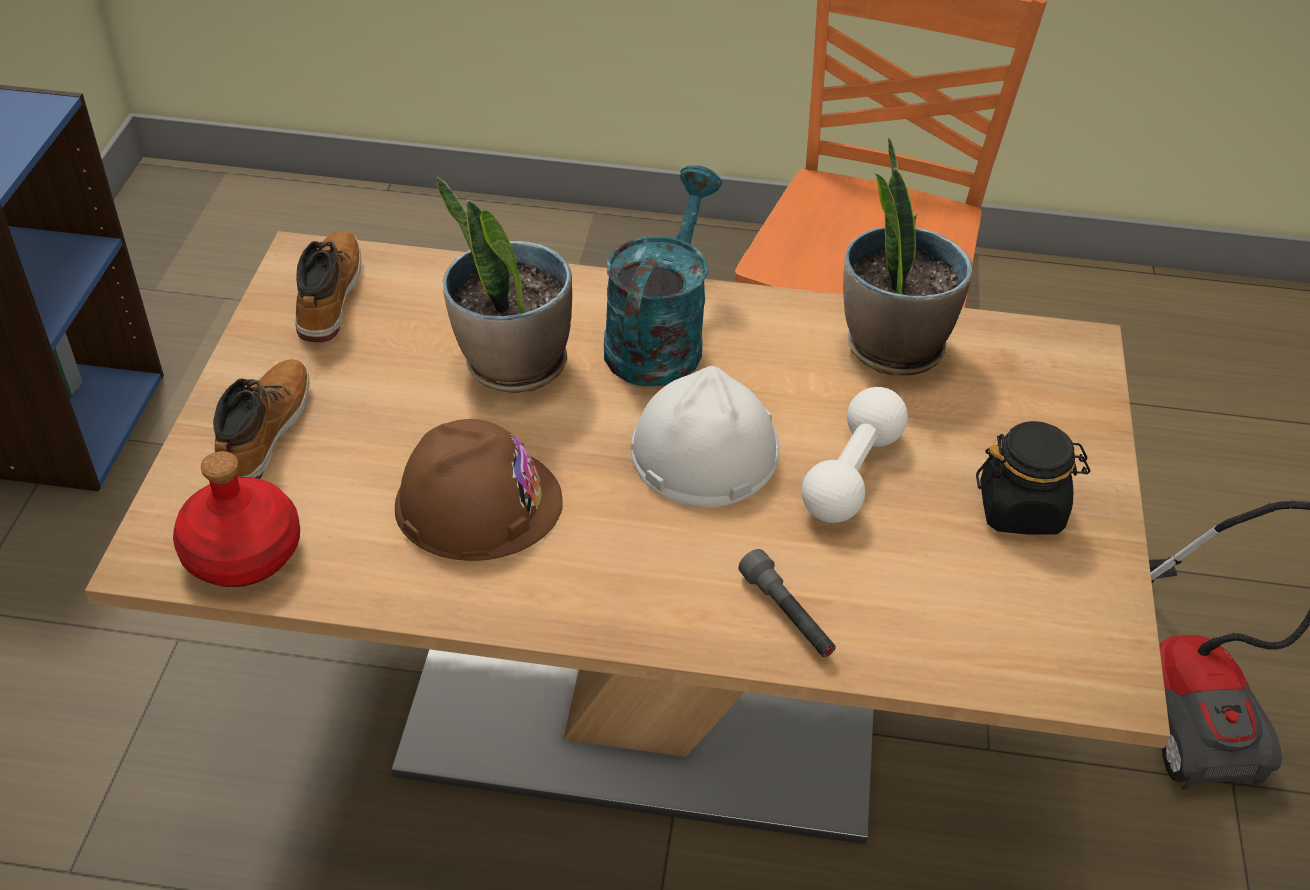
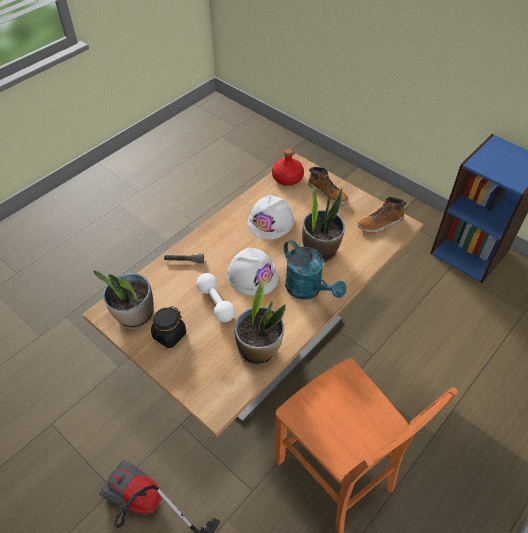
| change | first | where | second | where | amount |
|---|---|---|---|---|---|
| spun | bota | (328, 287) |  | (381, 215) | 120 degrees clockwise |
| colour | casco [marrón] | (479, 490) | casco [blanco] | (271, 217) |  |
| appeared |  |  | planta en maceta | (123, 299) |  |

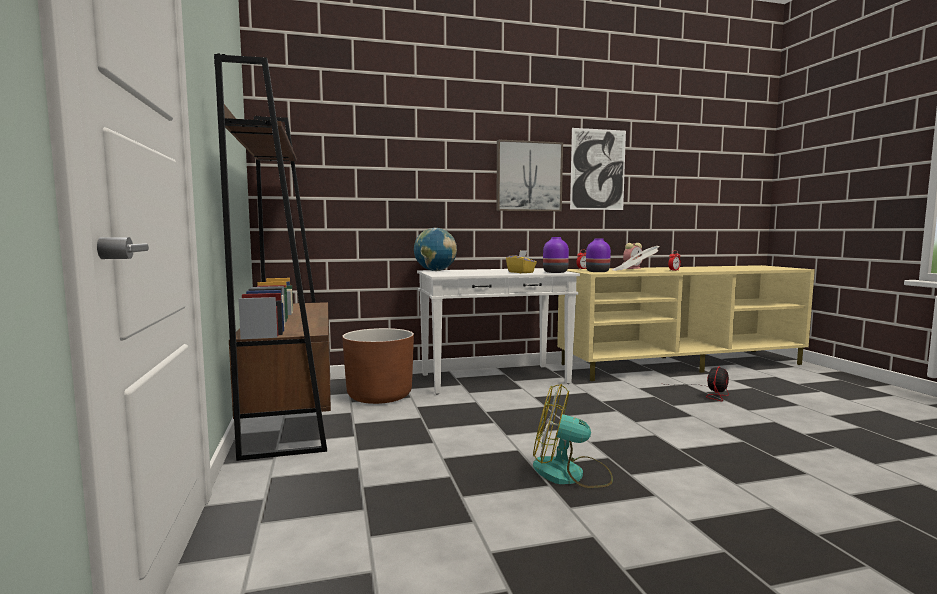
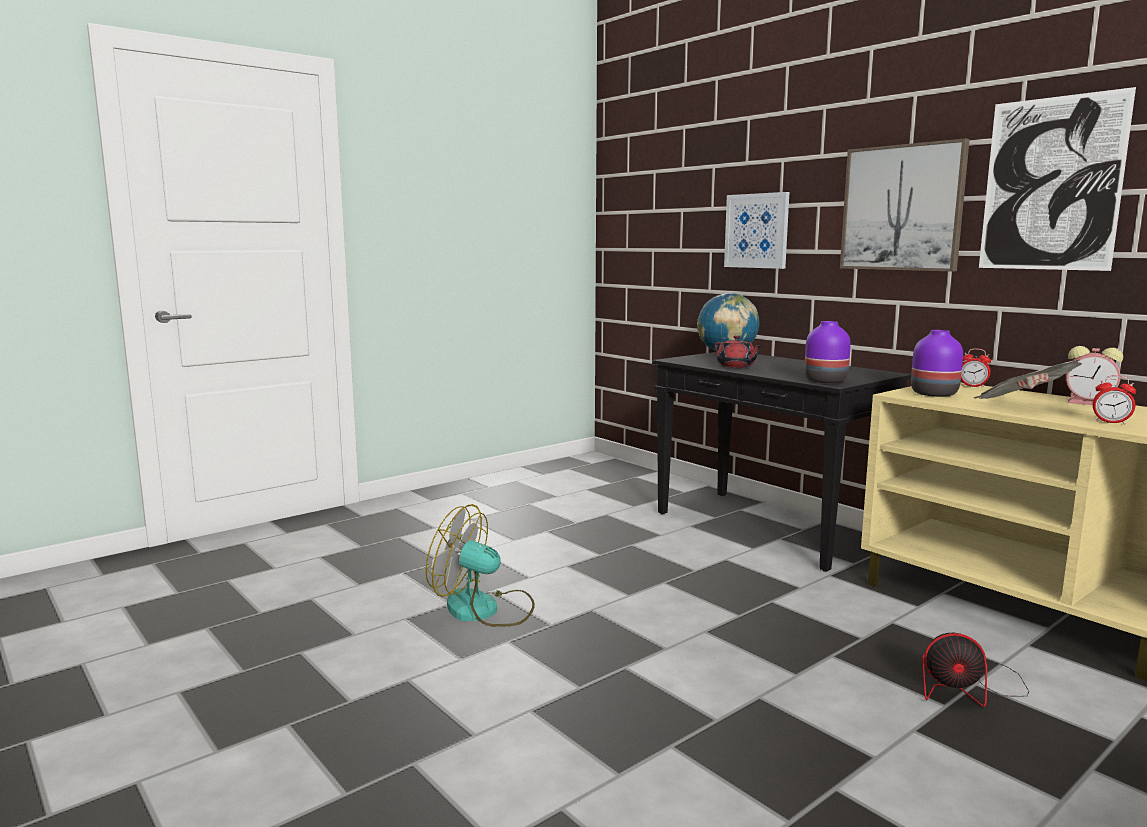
| change | first | where | second | where | amount |
|---|---|---|---|---|---|
| missing | estantería [marrón] | (272, 257) |  |  |  |
| missing | caja de pañuelos [amarillo] | (521, 261) |  |  |  |
| colour | mesa consola [blanco] | (498, 331) | mesa consola [negro] | (781, 462) |  |
| missing | maceta [marrón] | (378, 366) |  |  |  |
| spun | ventilador | (573, 436) |  | (480, 565) | 60 degrees counterclockwise |
| appeared |  |  | cuadro | (756, 230) |  |
| appeared |  |  | tetera [rojo] | (738, 351) |  |

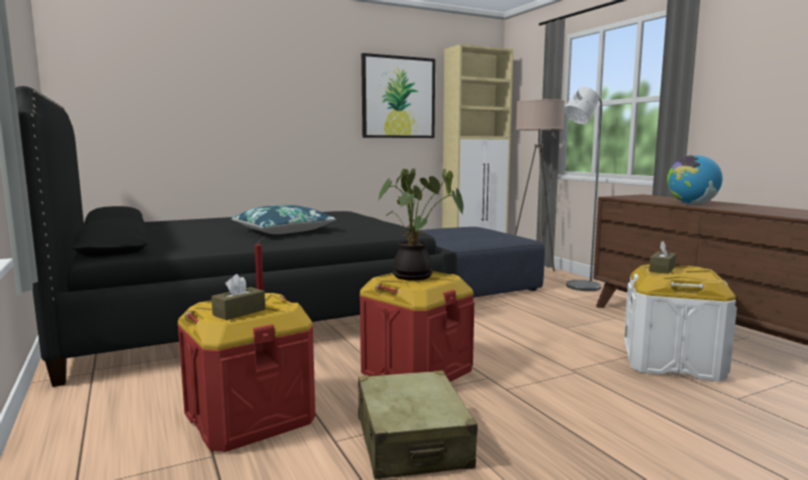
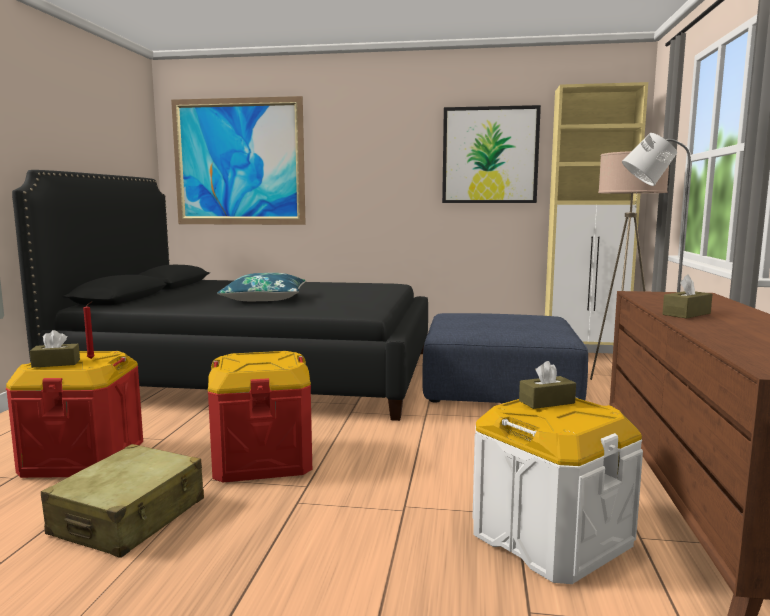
| change | first | where | second | where | amount |
|---|---|---|---|---|---|
| exchanged | globo terráqueo | (695, 180) | caja de pañuelos [marrón] | (687, 296) |  |
| missing | planta en maceta | (420, 224) |  |  |  |
| appeared |  |  | cuadro | (238, 160) |  |

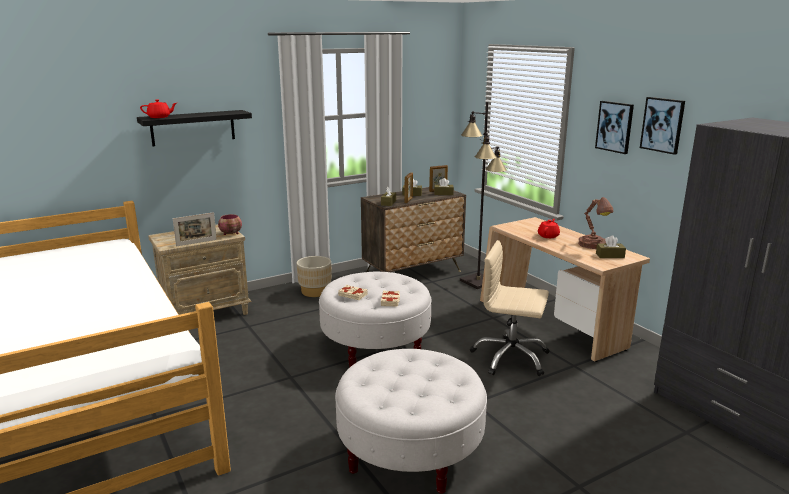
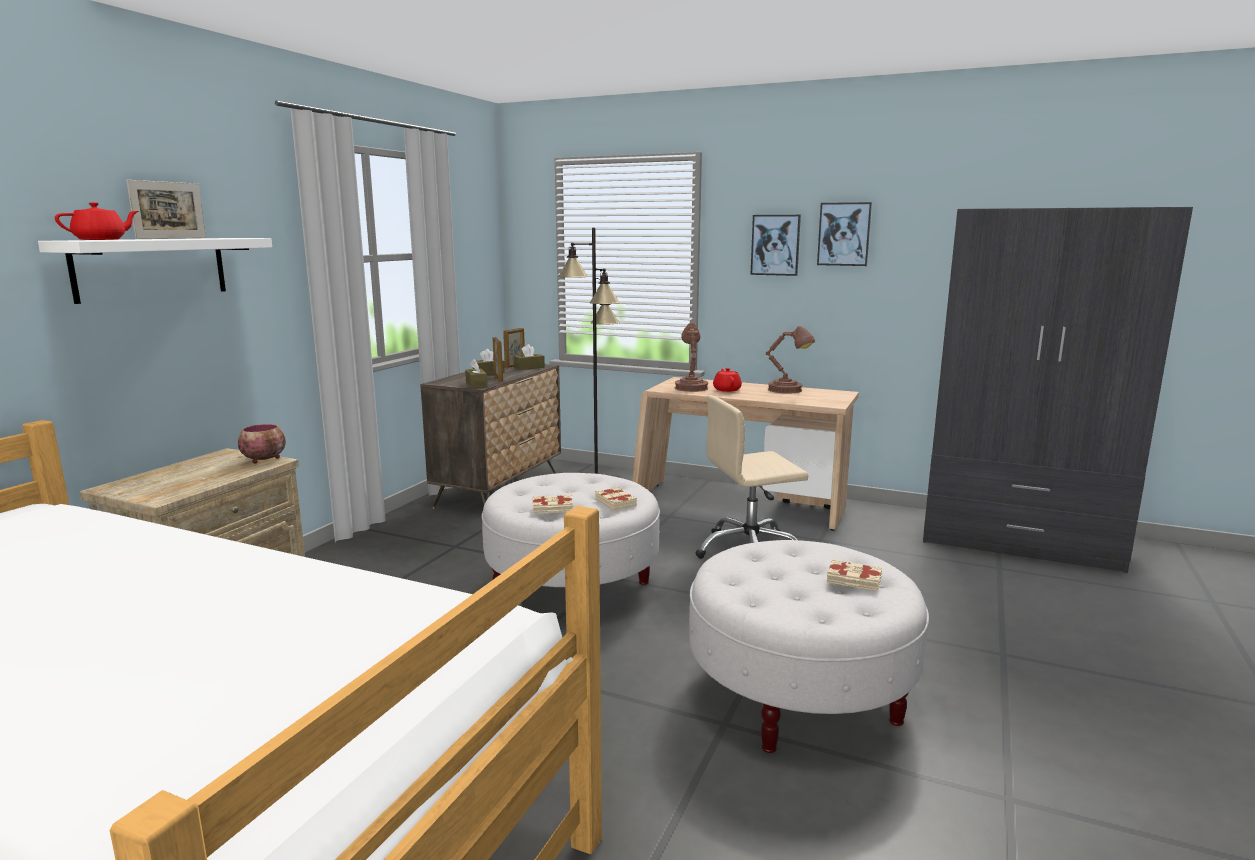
| change | first | where | second | where | amount |
|---|---|---|---|---|---|
| colour | estante [negro] | (194, 128) | estante [blanco] | (155, 271) |  |
| relocated | portarretratos | (195, 229) |  | (166, 209) |  |
| missing | caja de pañuelos [marrón] | (611, 246) |  |  |  |
| missing | maceta [beis] | (314, 276) |  |  |  |
| appeared |  |  | lámpara de mesa [marrón] | (691, 357) |  |
| appeared |  |  | libro [beis] | (855, 575) |  |

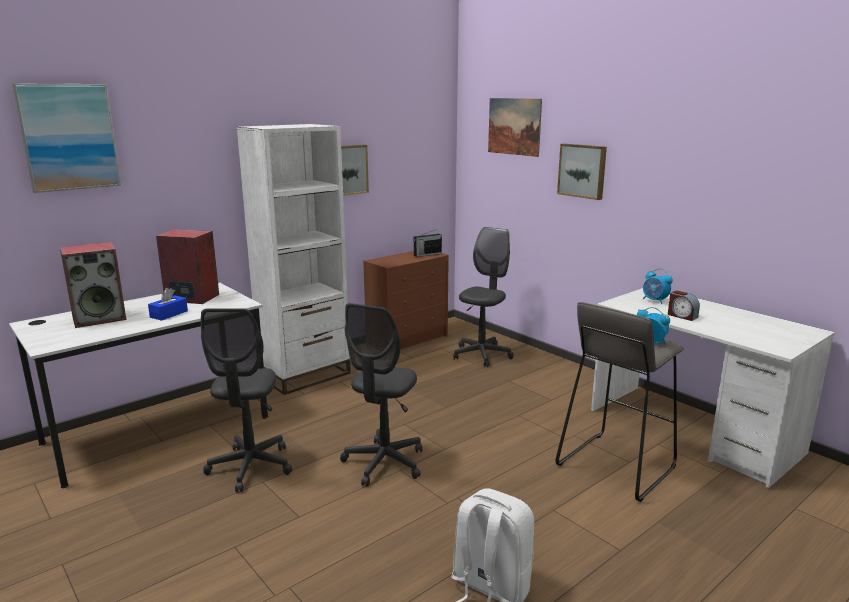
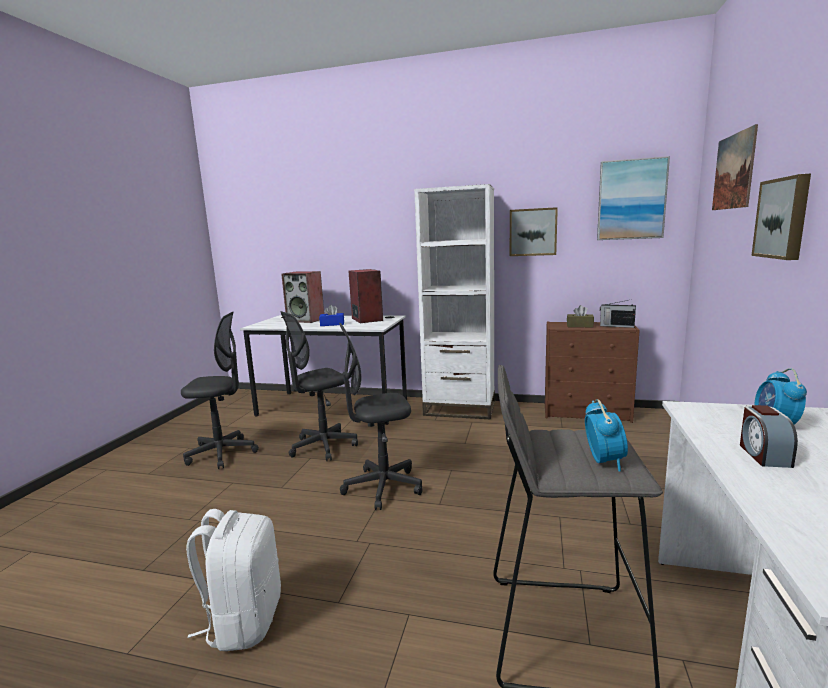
| change | first | where | second | where | amount |
|---|---|---|---|---|---|
| relocated | cuadro | (67, 138) |  | (633, 198) |  |
| relocated | silla de oficina [gris] | (483, 297) |  | (220, 390) |  |
| appeared |  |  | caja de pañuelos [marrón] | (580, 316) |  |

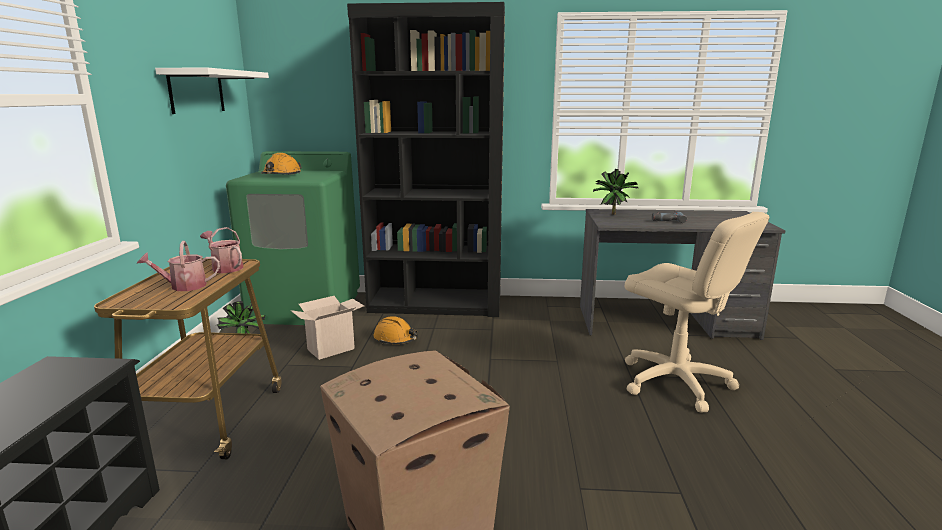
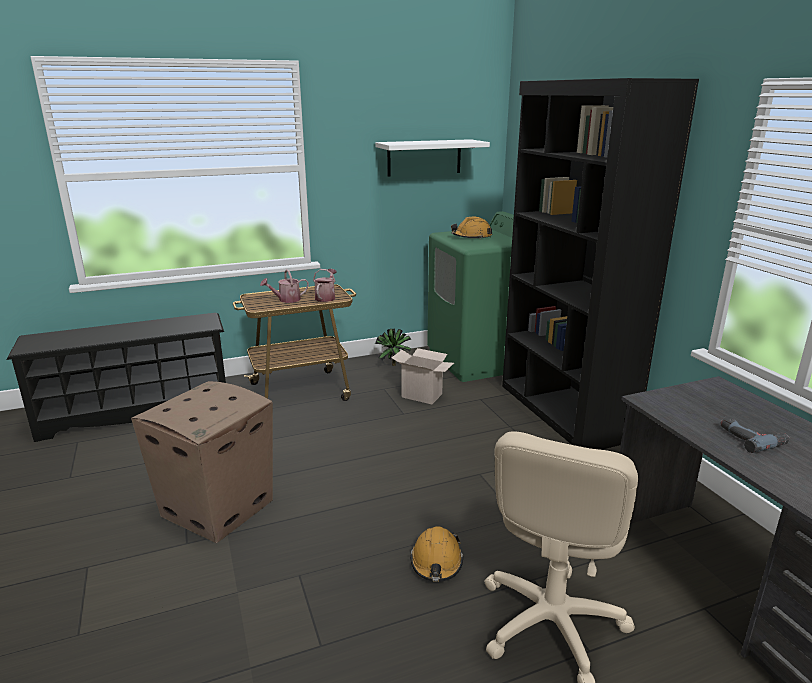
| change | first | where | second | where | amount |
|---|---|---|---|---|---|
| missing | planta en maceta | (615, 192) |  |  |  |
| spun | regadera | (178, 266) |  | (284, 286) | 75 degrees counterclockwise |
| relocated | casco [naranja] | (395, 330) |  | (436, 554) |  |

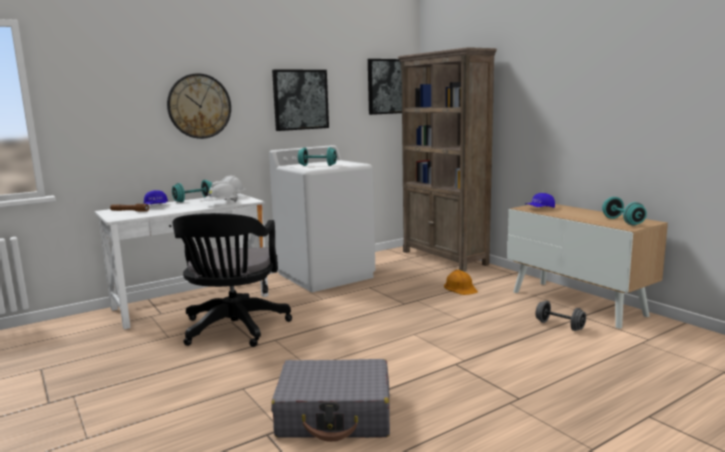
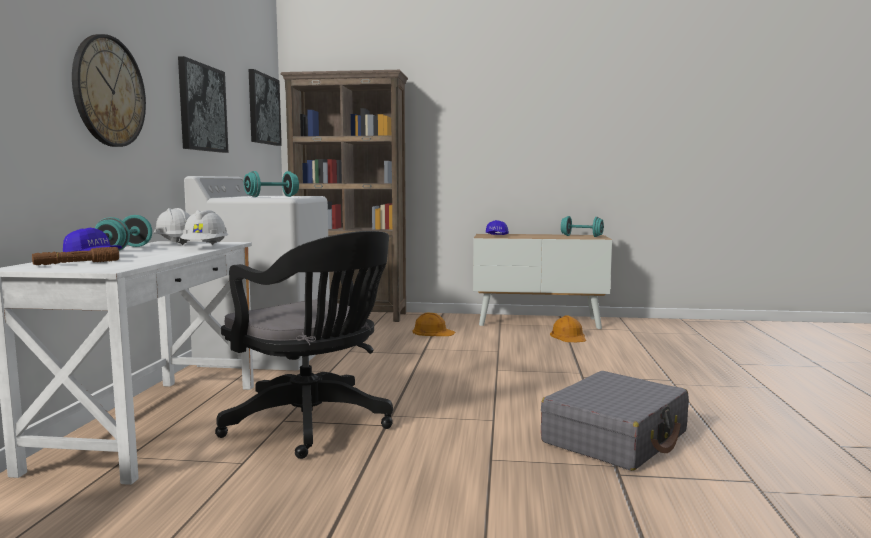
| change | first | where | second | where | amount |
|---|---|---|---|---|---|
| exchanged | mancuerna [gris] | (560, 316) | casco [naranja] | (568, 328) |  |

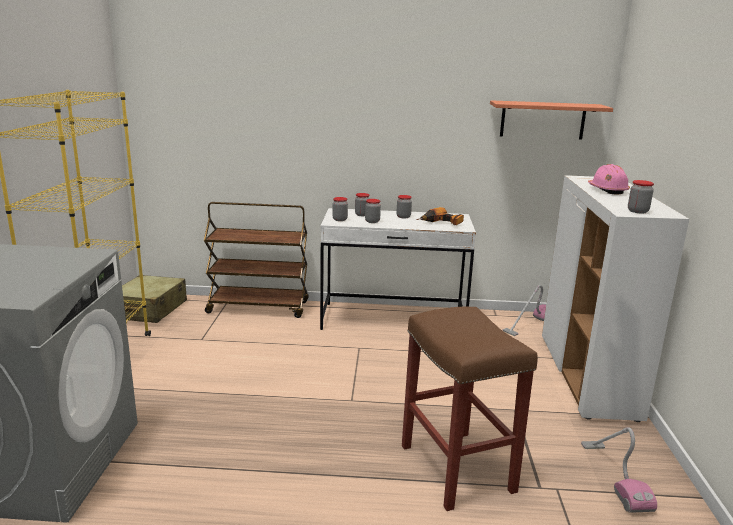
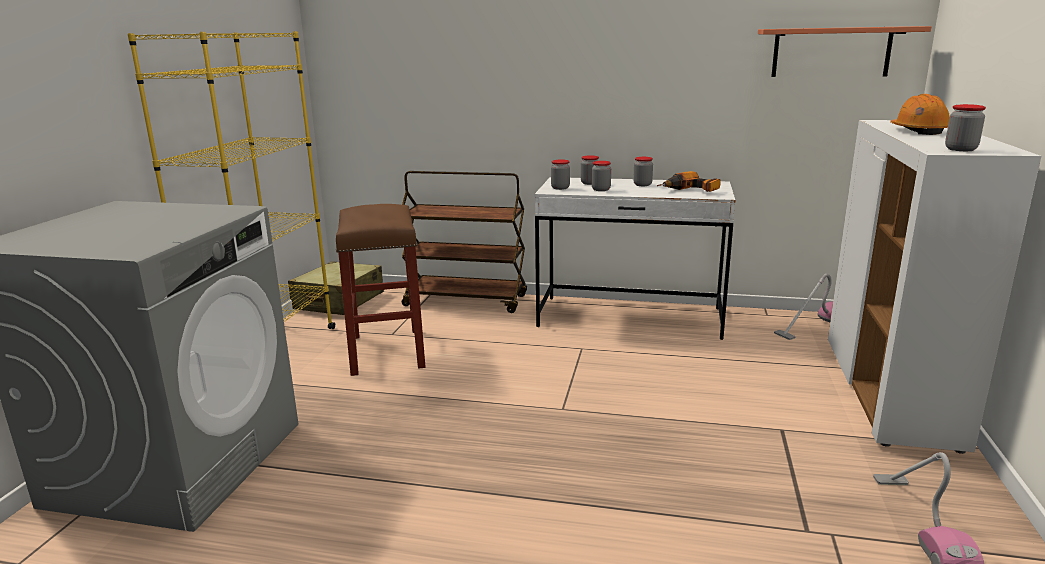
| change | first | where | second | where | amount |
|---|---|---|---|---|---|
| colour | casco [rosa] | (609, 179) | casco [naranja] | (920, 114) |  |
| relocated | taburete [marrón] | (470, 409) |  | (380, 290) |  |

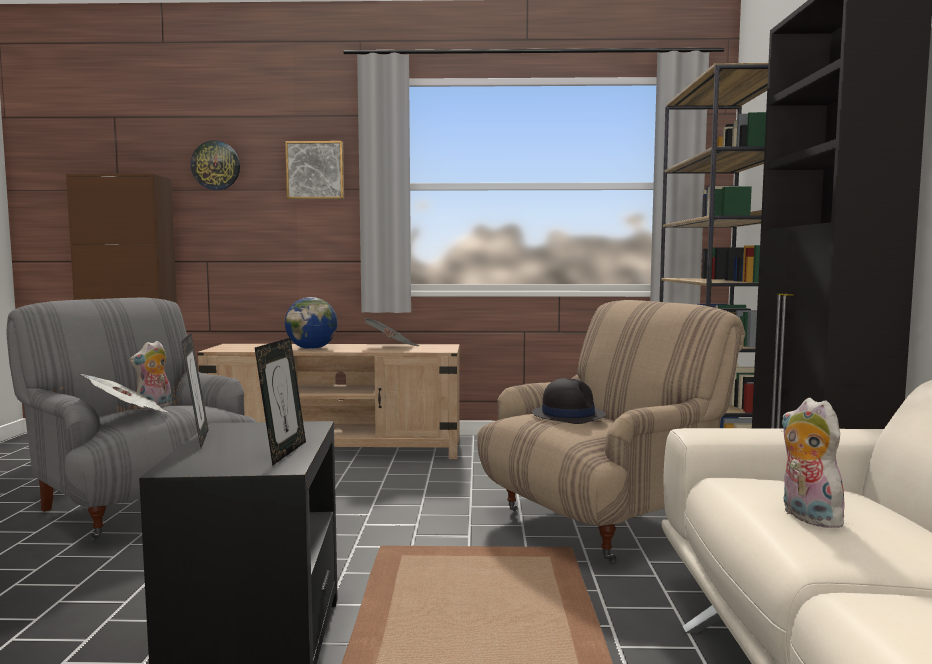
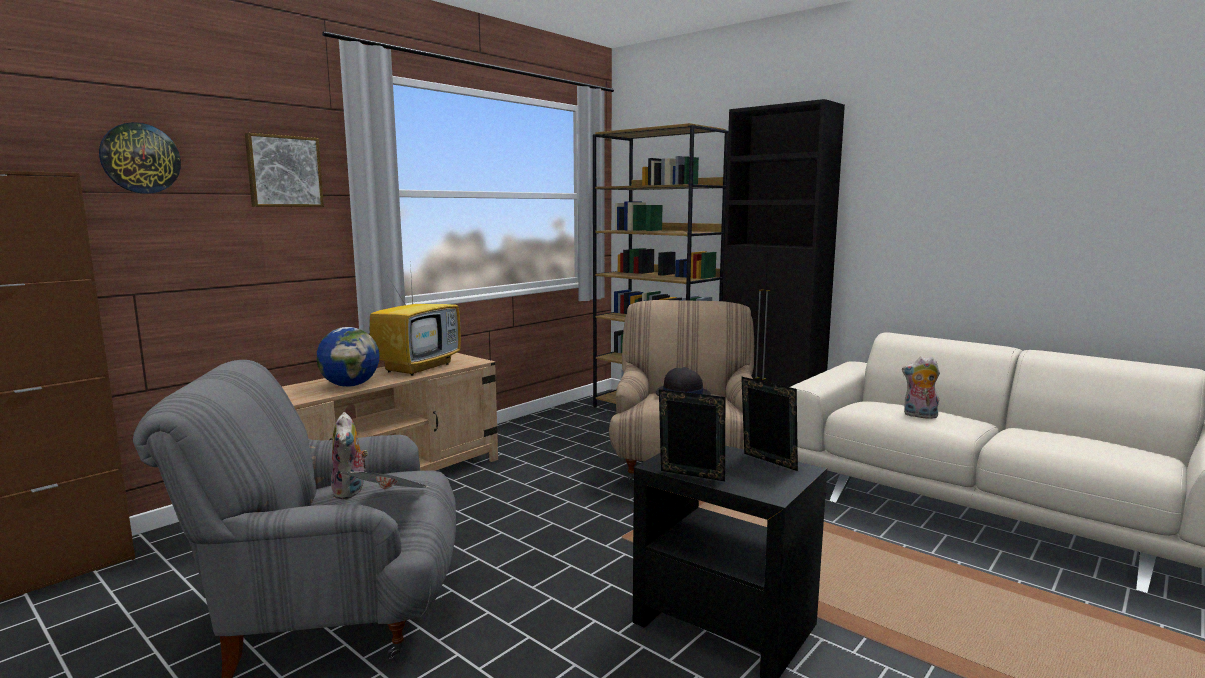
| change | first | where | second | where | amount |
|---|---|---|---|---|---|
| exchanged | periódico | (392, 332) | televisor | (415, 319) |  |

